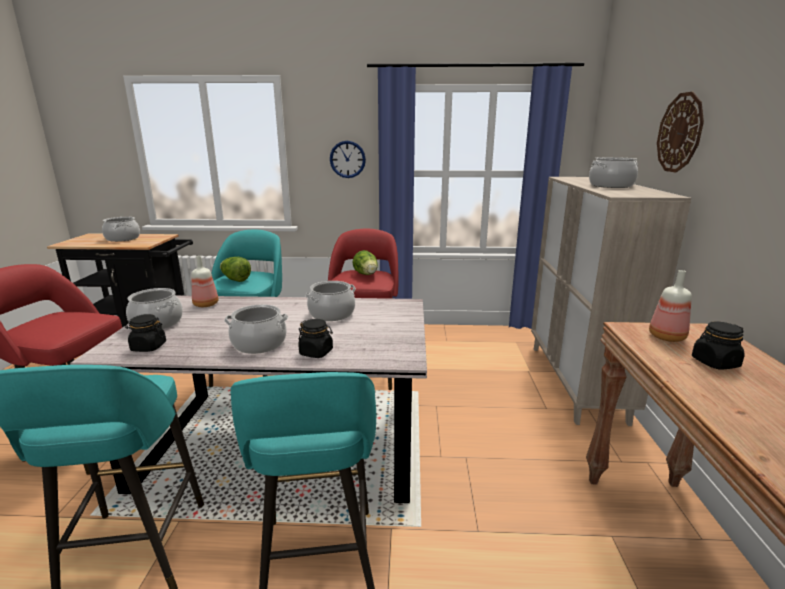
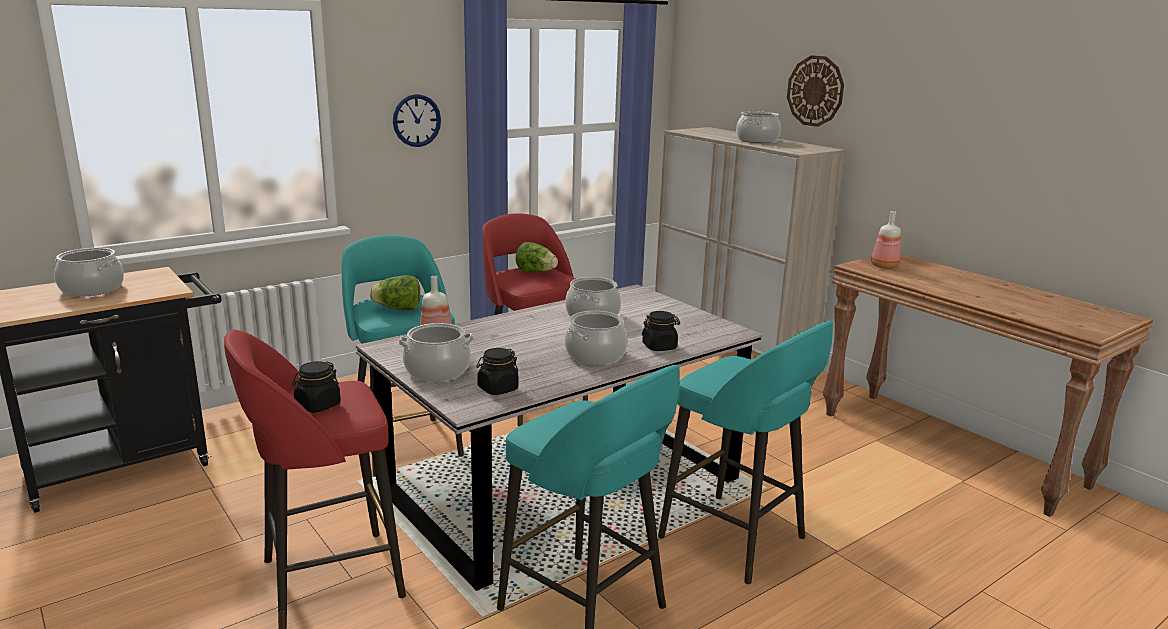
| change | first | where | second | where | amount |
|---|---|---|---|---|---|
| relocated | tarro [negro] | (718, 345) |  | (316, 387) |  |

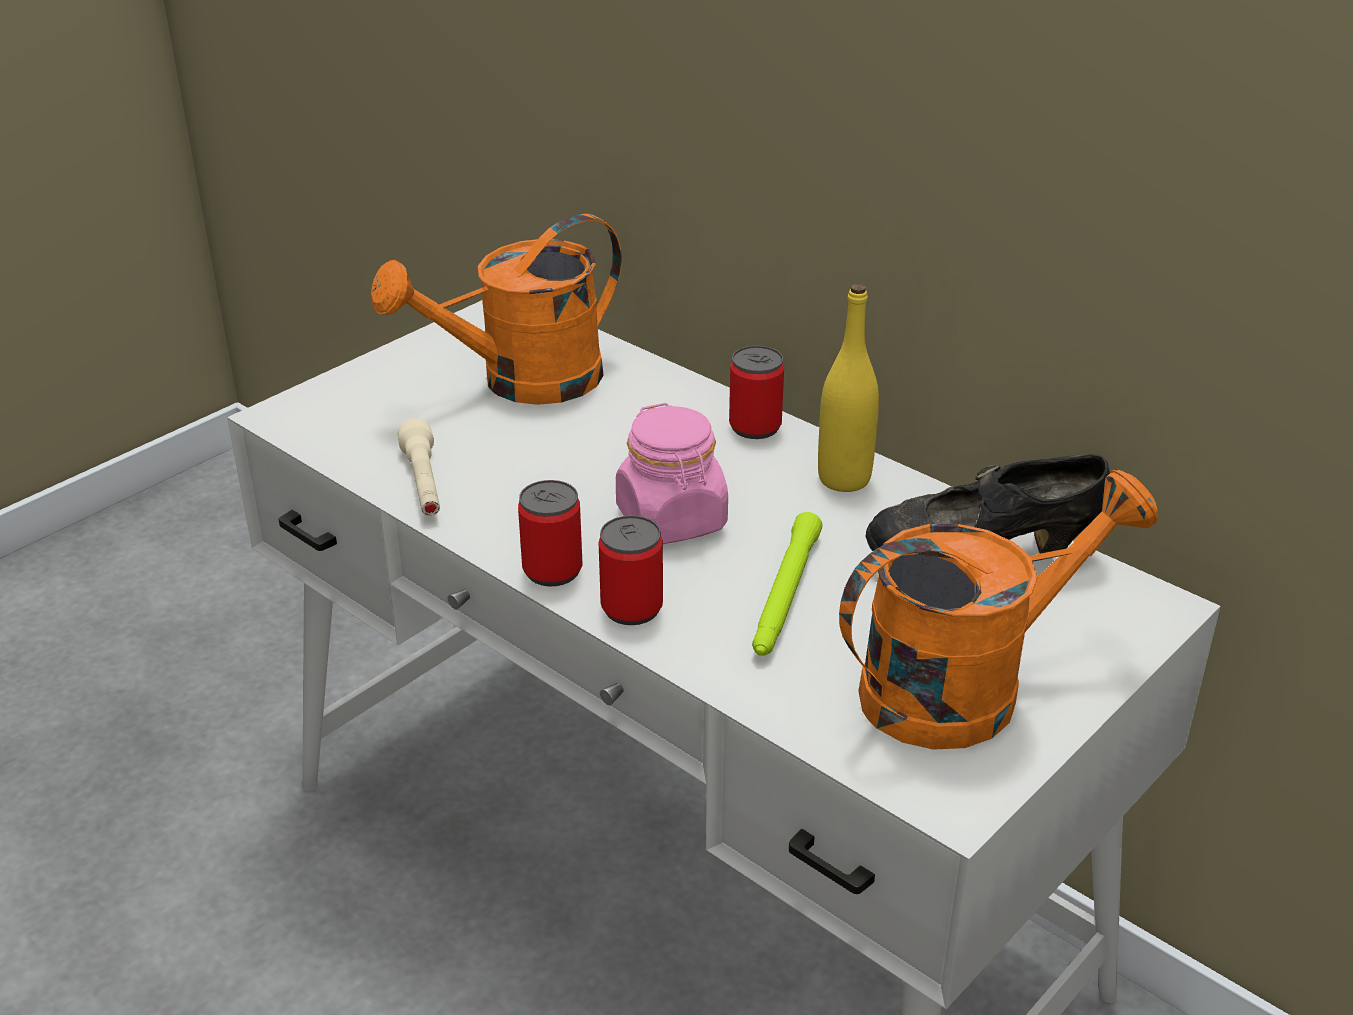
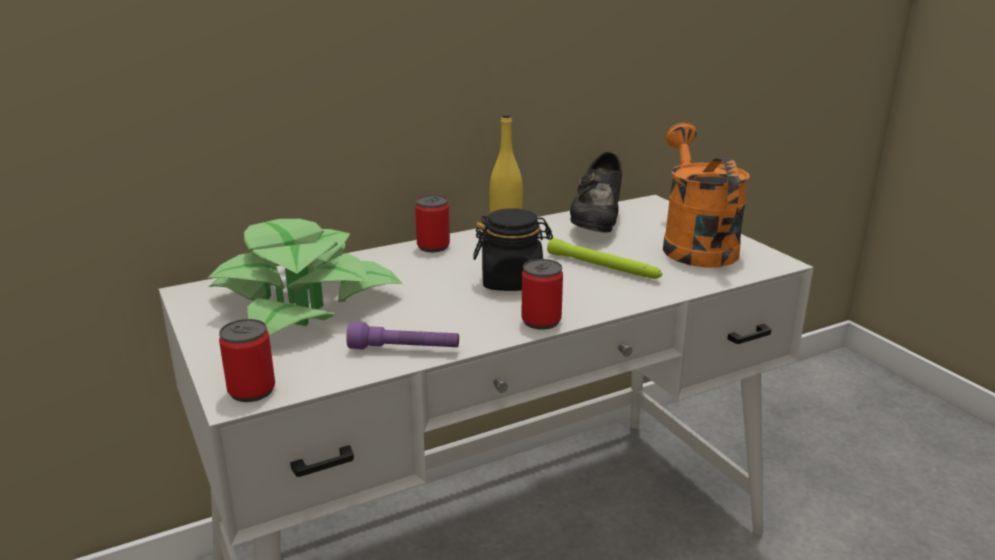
| change | first | where | second | where | amount |
|---|---|---|---|---|---|
| exchanged | regadera [naranja] | (496, 309) | planta en maceta | (305, 277) |  |
| colour | tarro [rosa] | (672, 473) | tarro [negro] | (513, 249) |  |
| colour | linterna [beis] | (419, 467) | linterna [morado] | (402, 336) |  |
| relocated | lata | (631, 570) |  | (247, 360) |  |

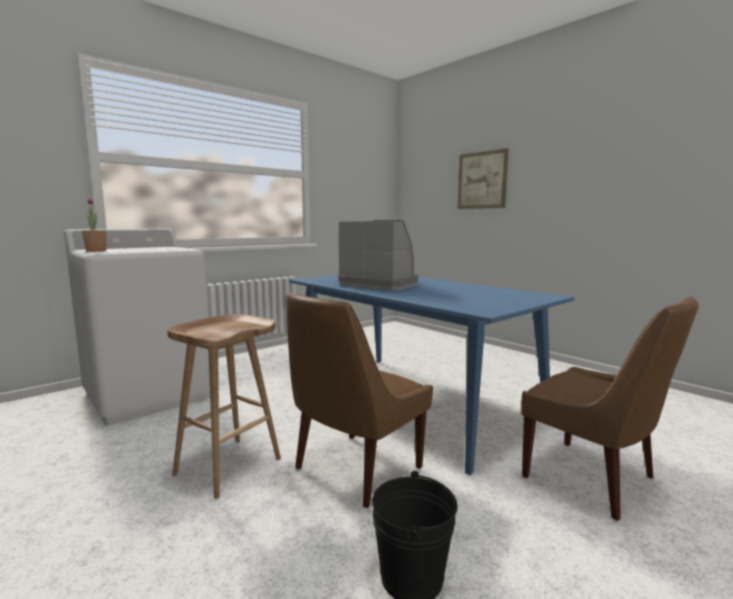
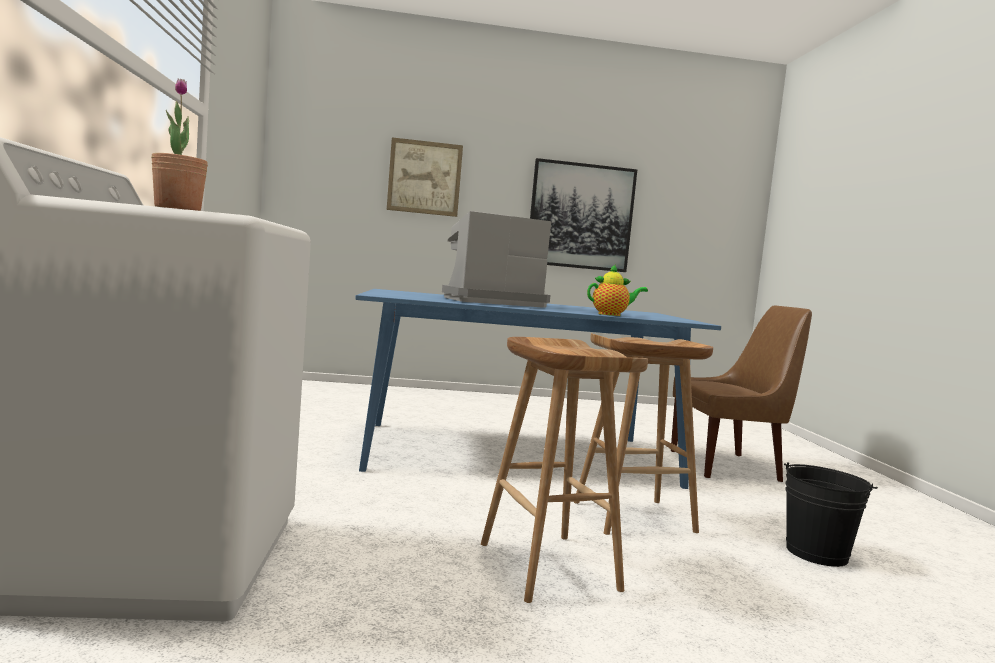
| change | first | where | second | where | amount |
|---|---|---|---|---|---|
| exchanged | silla [marrón] | (359, 400) | taburete [marrón] | (643, 434) |  |
| appeared |  |  | cuadro | (583, 215) |  |
| appeared |  |  | tetera | (617, 290) |  |

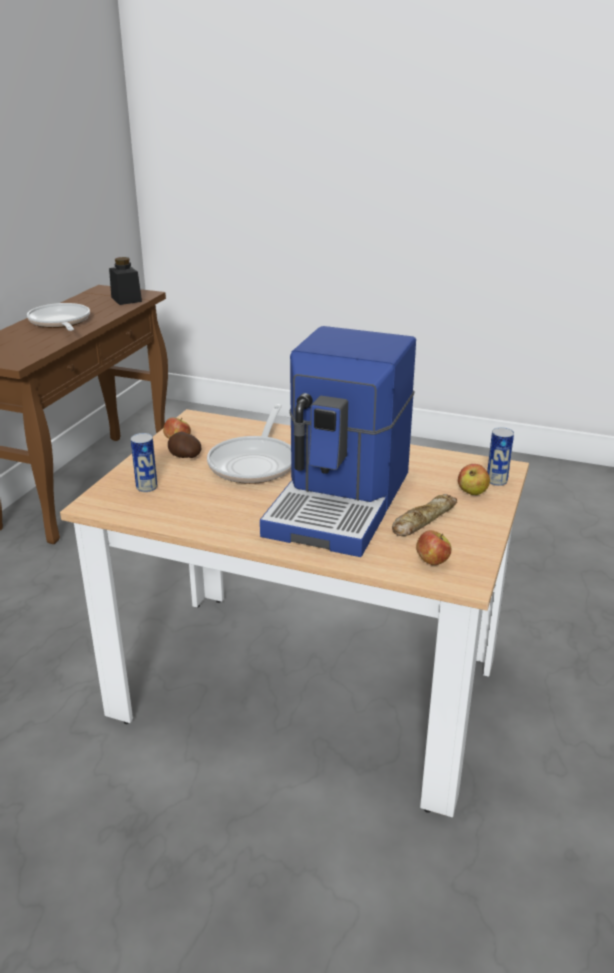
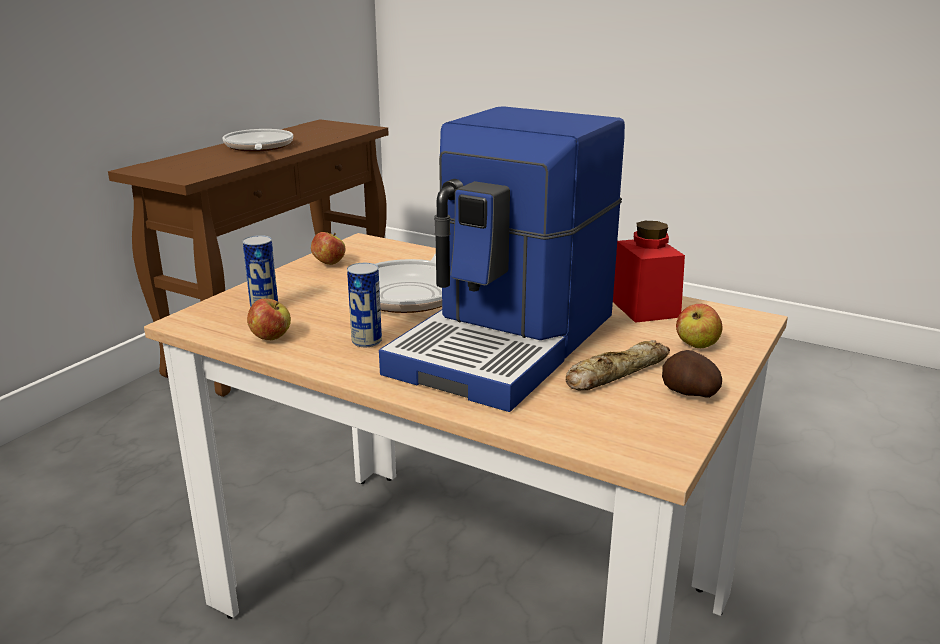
| change | first | where | second | where | amount |
|---|---|---|---|---|---|
| missing | tarro [negro] | (125, 281) |  |  |  |
| relocated | lata | (500, 456) |  | (364, 305) |  |
| relocated | patata | (184, 445) |  | (692, 374) |  |
| relocated | manzana | (434, 547) |  | (269, 319) |  |
| appeared |  |  | tarro [rojo] | (649, 272) |  |

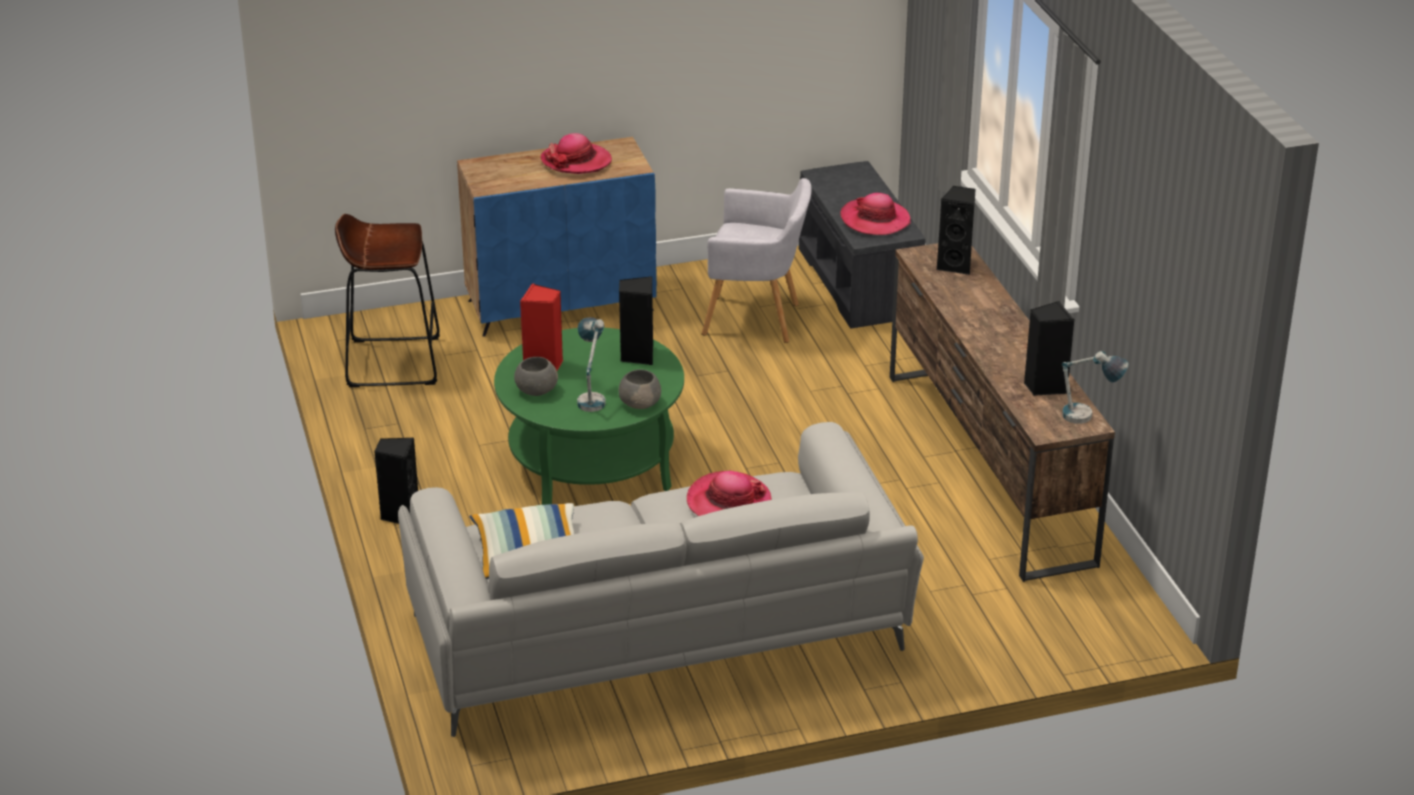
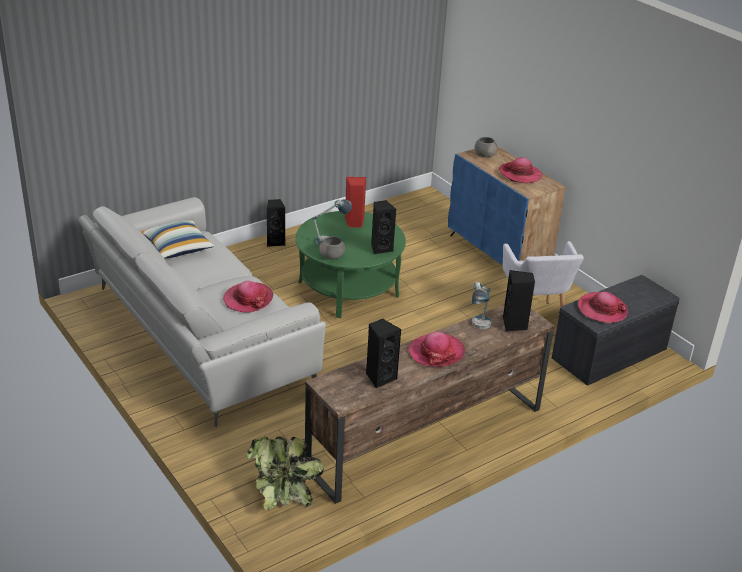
| change | first | where | second | where | amount |
|---|---|---|---|---|---|
| missing | taburete [marrón] | (387, 300) |  |  |  |
| relocated | lámpara de mesa | (1095, 387) |  | (481, 305) |  |
| relocated | cuenco [gris] | (536, 376) |  | (486, 147) |  |
| appeared |  |  | sombrero | (436, 349) |  |
| appeared |  |  | planta en maceta | (285, 473) |  |

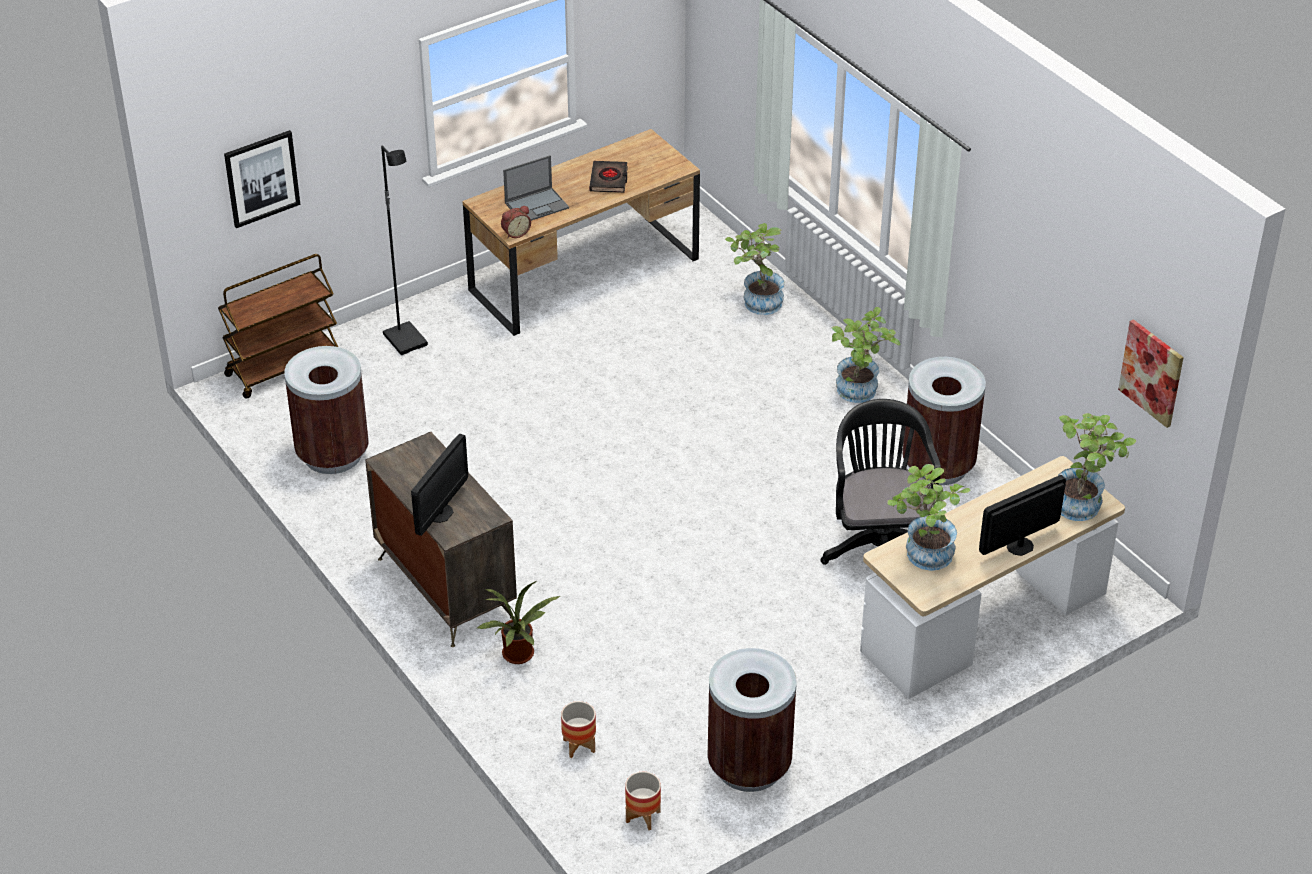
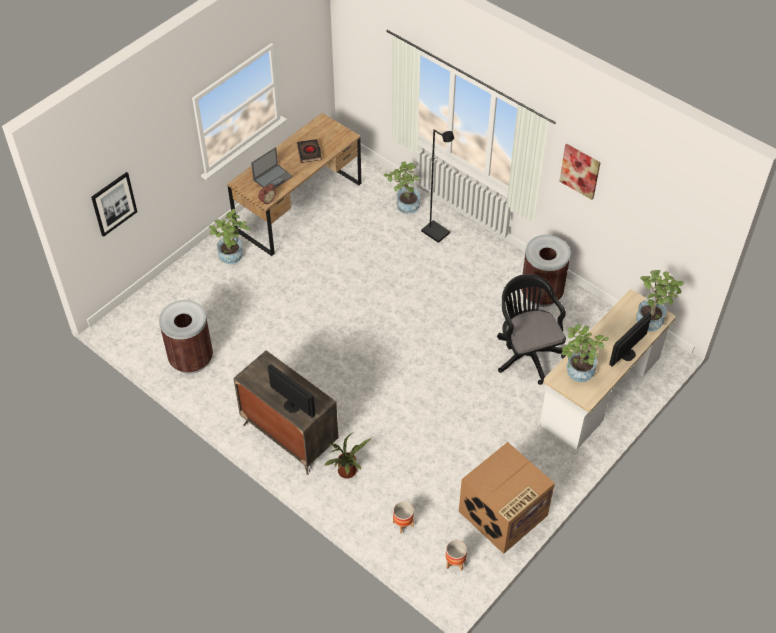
| change | first | where | second | where | amount |
|---|---|---|---|---|---|
| relocated | lámpara de pie [negro] | (404, 250) |  | (437, 186) |  |
| missing | carrito [marrón] | (278, 326) |  |  |  |
| relocated | planta en maceta | (866, 355) |  | (230, 236) |  |
| relocated | cuadro | (1151, 373) |  | (580, 172) |  |
| spun | monitor | (439, 485) |  | (291, 391) | 60 degrees counterclockwise |
| exchanged | papelera [marrón] | (752, 720) | caja de cartón | (507, 498) |  |

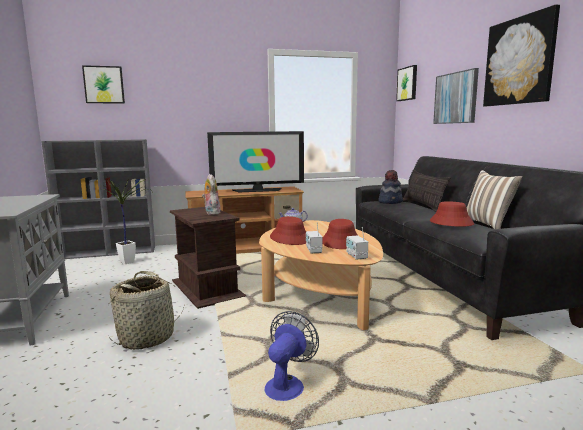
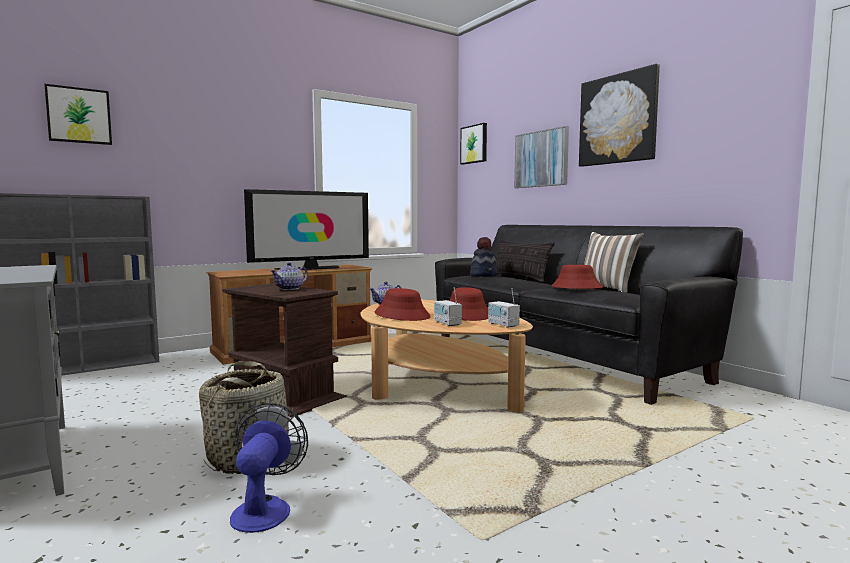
| change | first | where | second | where | amount |
|---|---|---|---|---|---|
| exchanged | peluche | (211, 194) | tetera | (289, 276) |  |
| missing | planta en maceta | (126, 221) |  |  |  |
| relocated | ventilador | (292, 356) |  | (269, 468) |  |

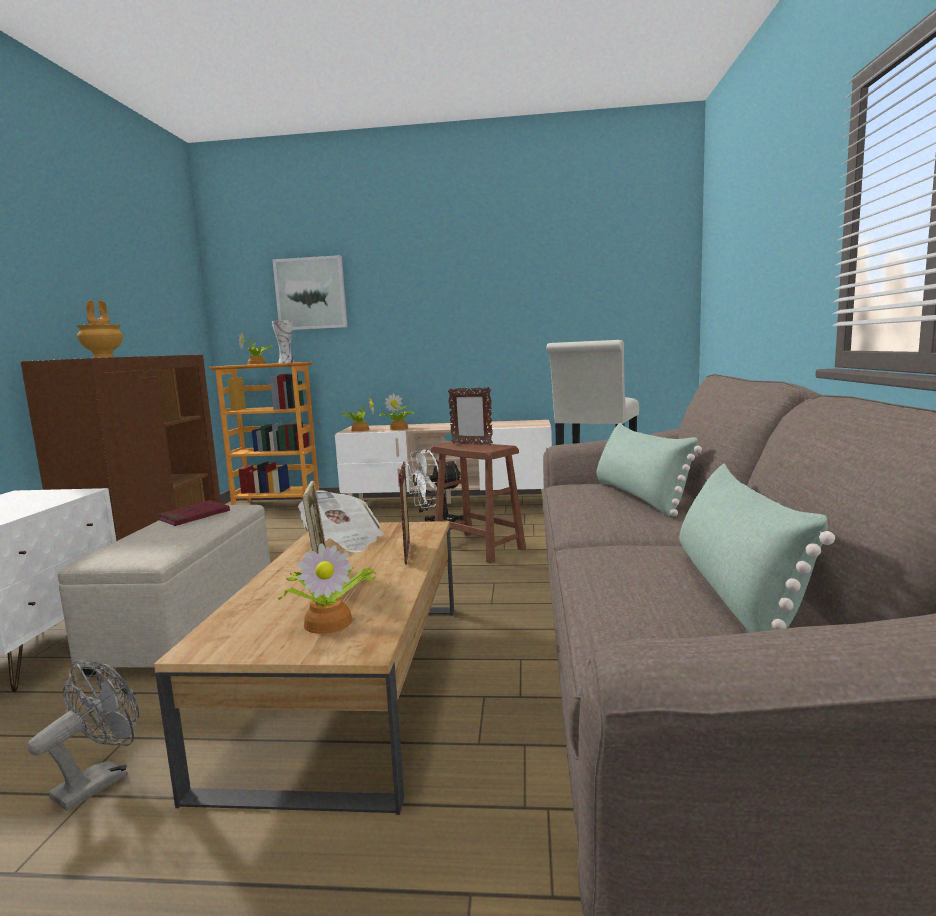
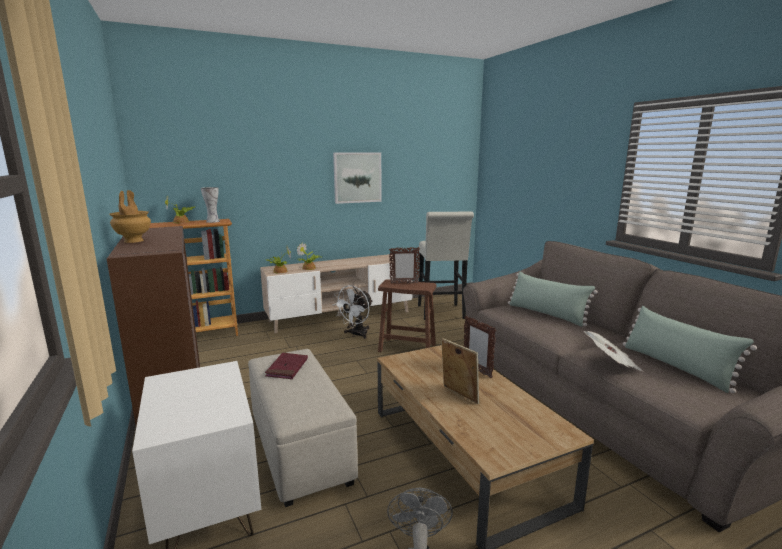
| change | first | where | second | where | amount |
|---|---|---|---|---|---|
| relocated | cuadro | (309, 292) |  | (357, 178) |  |
| relocated | periódico | (341, 521) |  | (613, 351) |  |
| missing | planta en maceta | (327, 588) |  |  |  |

